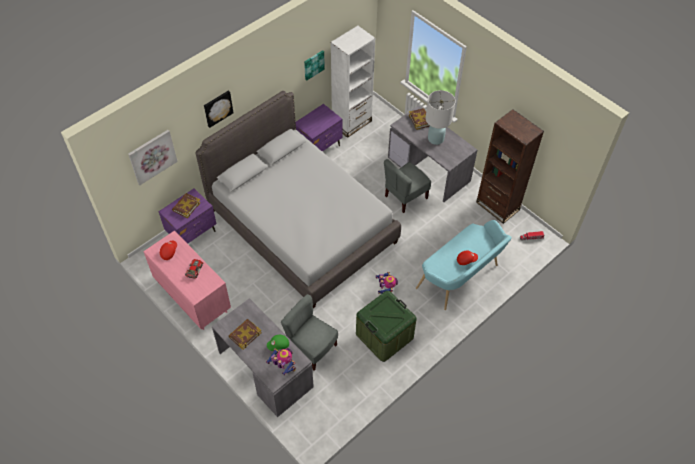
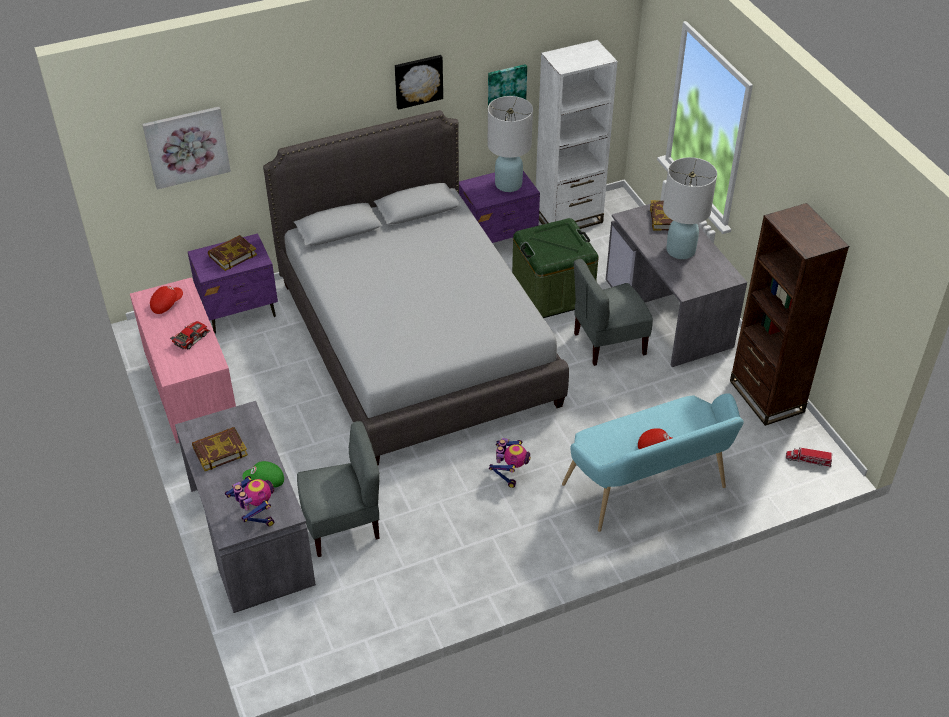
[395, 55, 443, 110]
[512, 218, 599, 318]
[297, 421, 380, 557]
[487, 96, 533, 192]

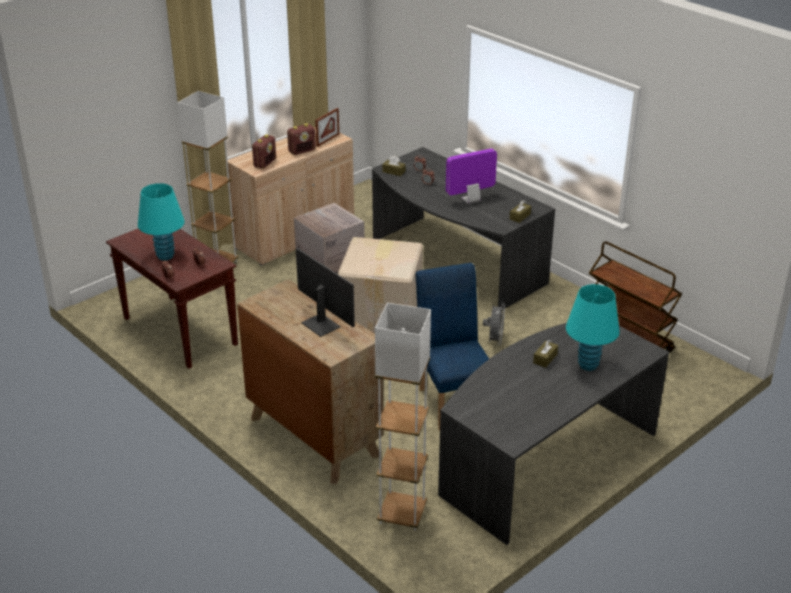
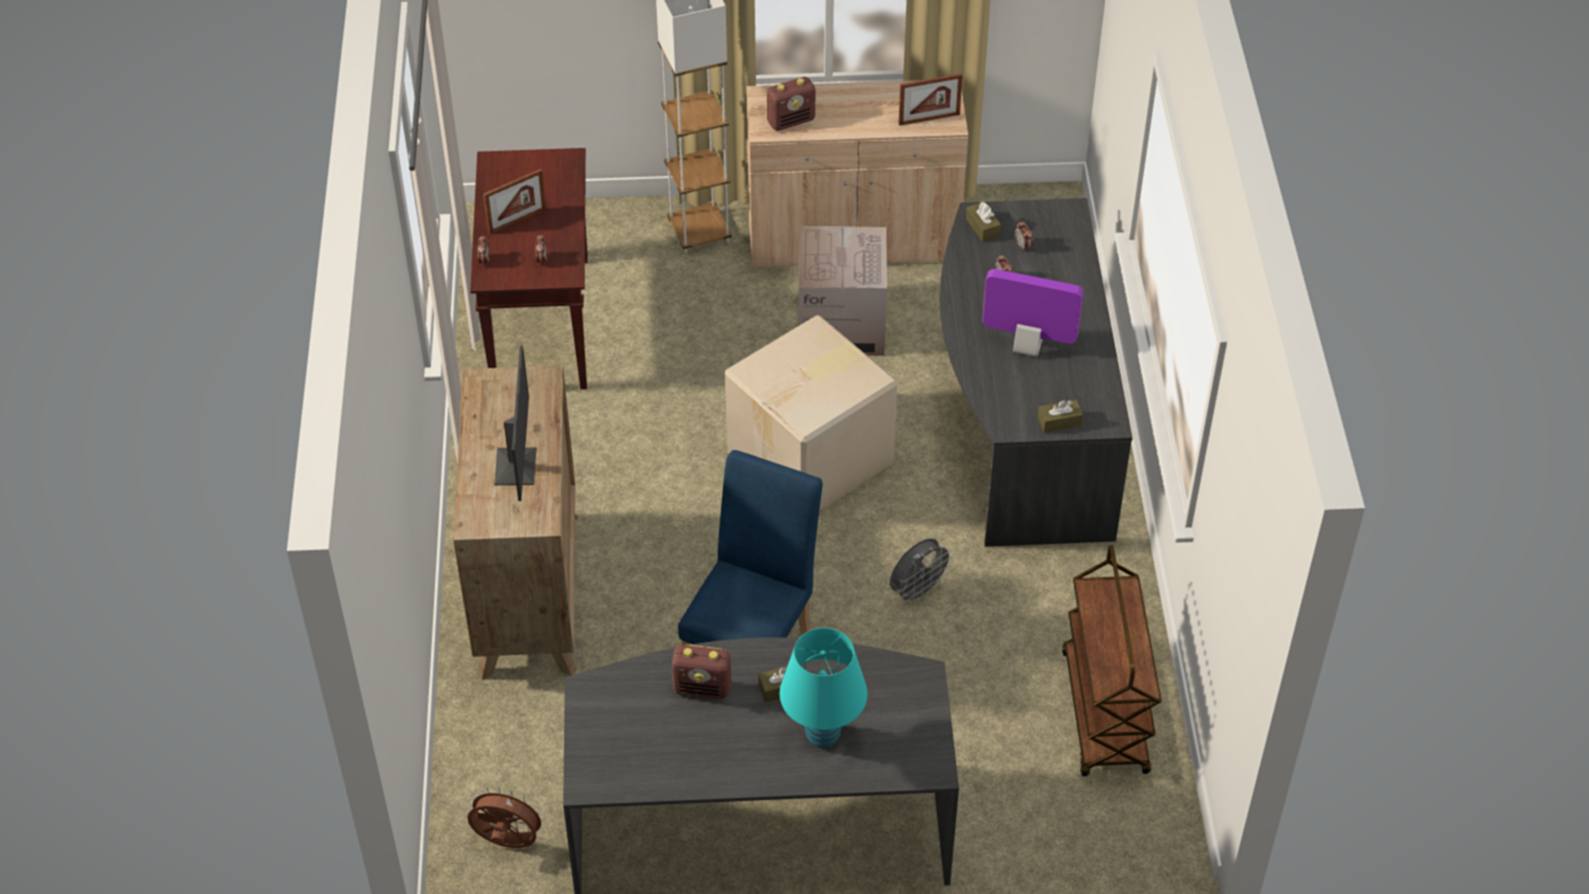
[672, 644, 731, 699]
[483, 169, 546, 234]
[375, 303, 431, 531] (first image)
[467, 787, 547, 848]

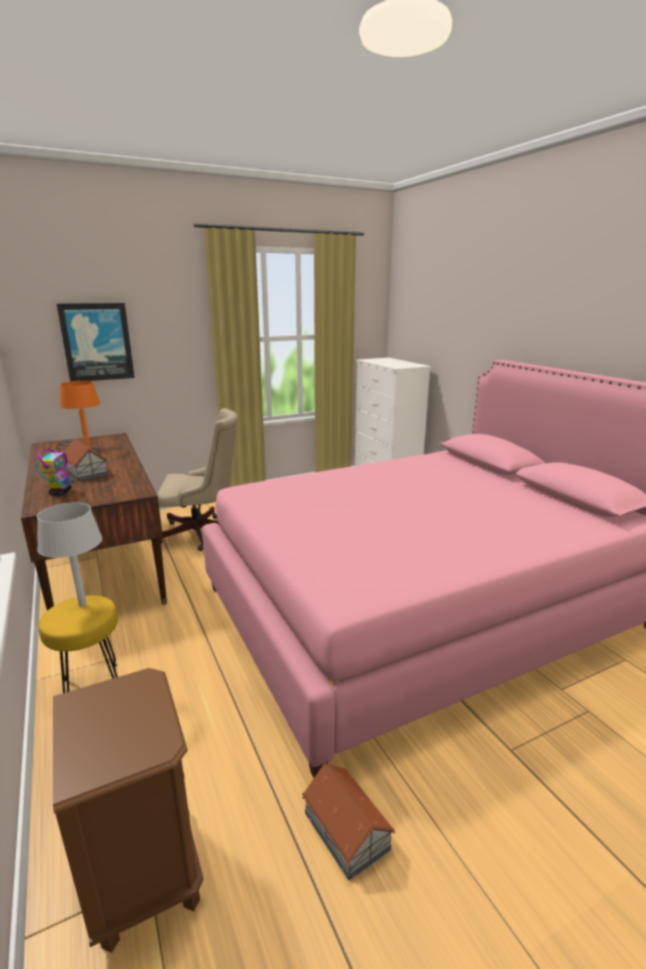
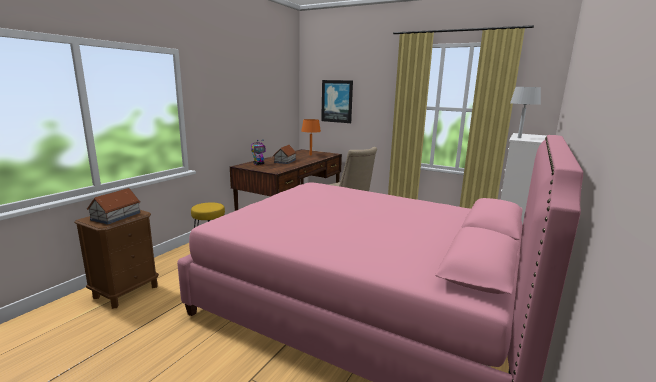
[510, 87, 541, 138]
[87, 188, 141, 225]

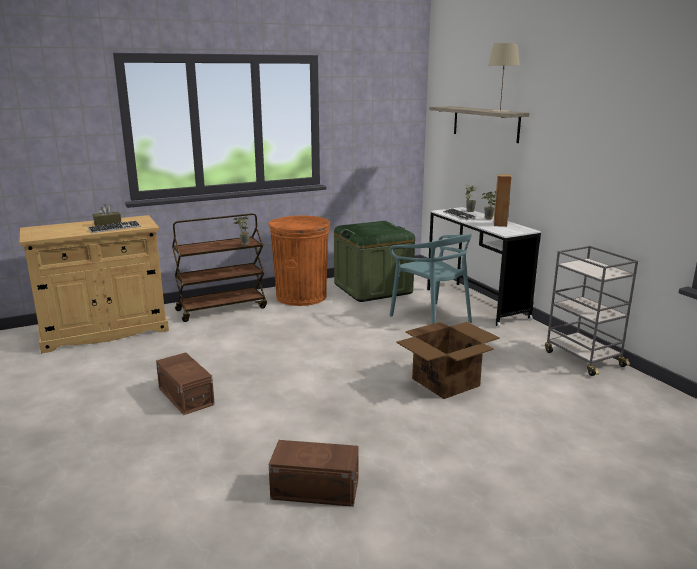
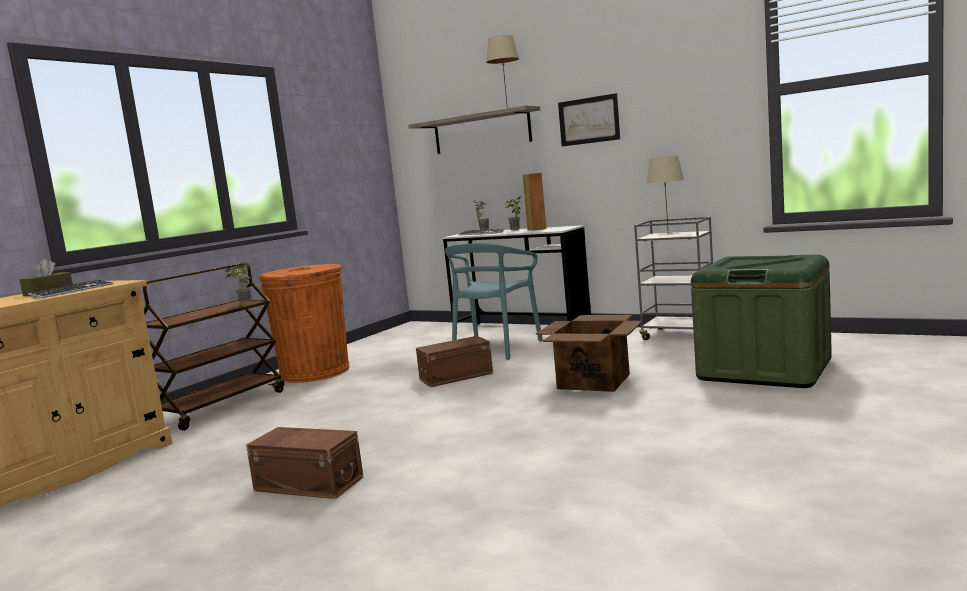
[691, 254, 832, 388]
[445, 243, 543, 360]
[416, 336, 493, 387]
[558, 93, 620, 147]
[646, 155, 684, 235]

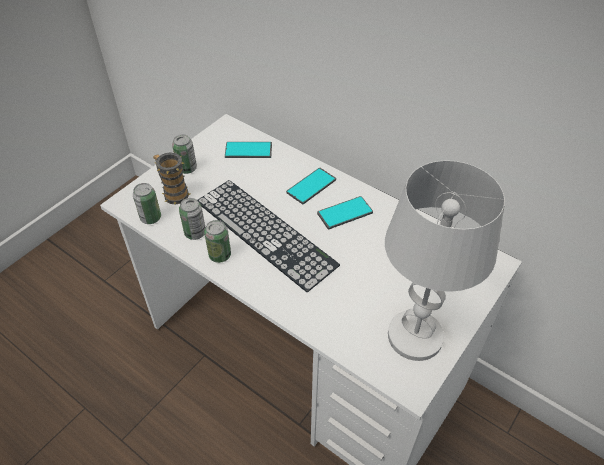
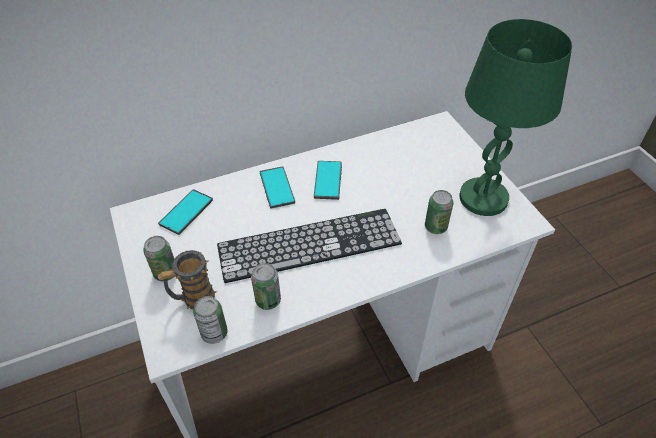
[459, 19, 572, 216]
[425, 190, 454, 234]

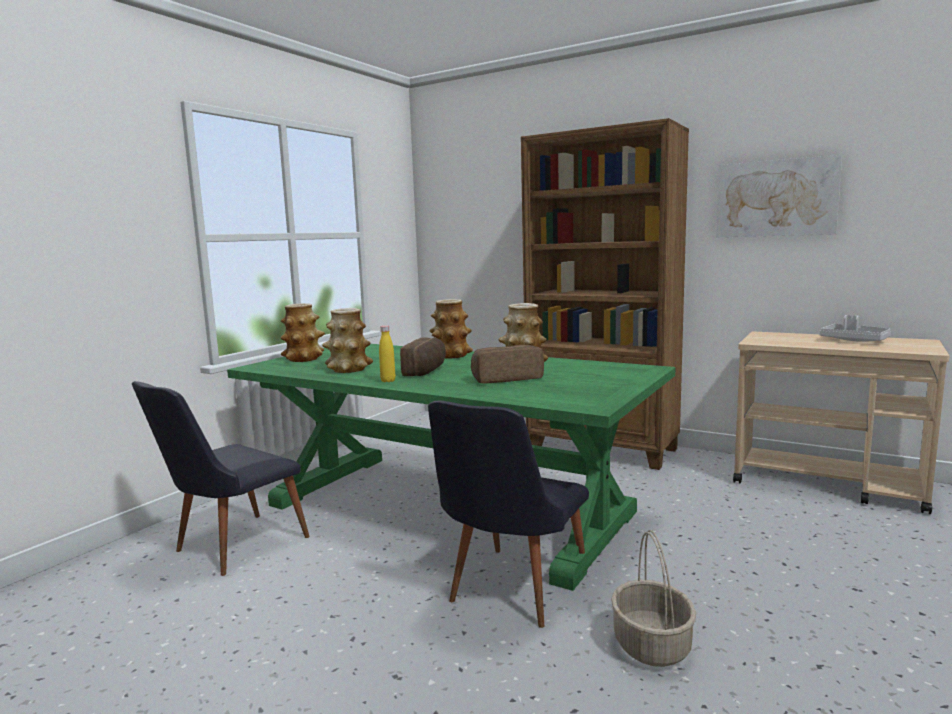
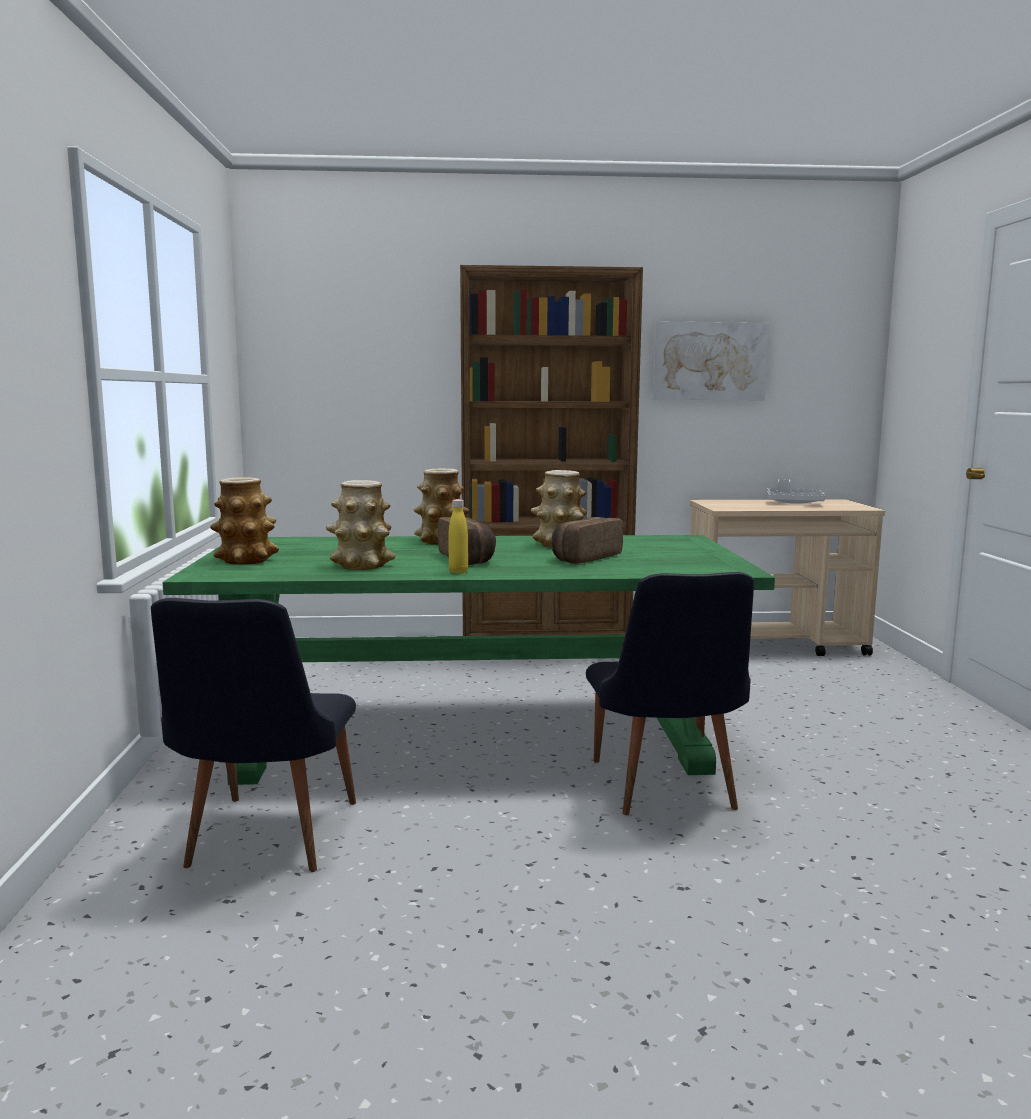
[611, 530, 696, 667] (first image)

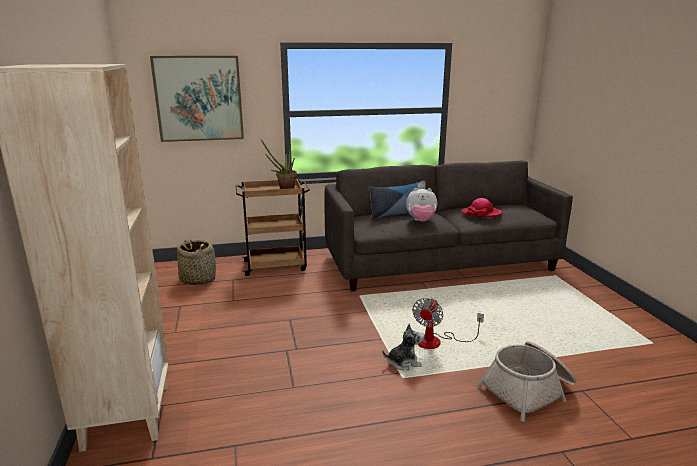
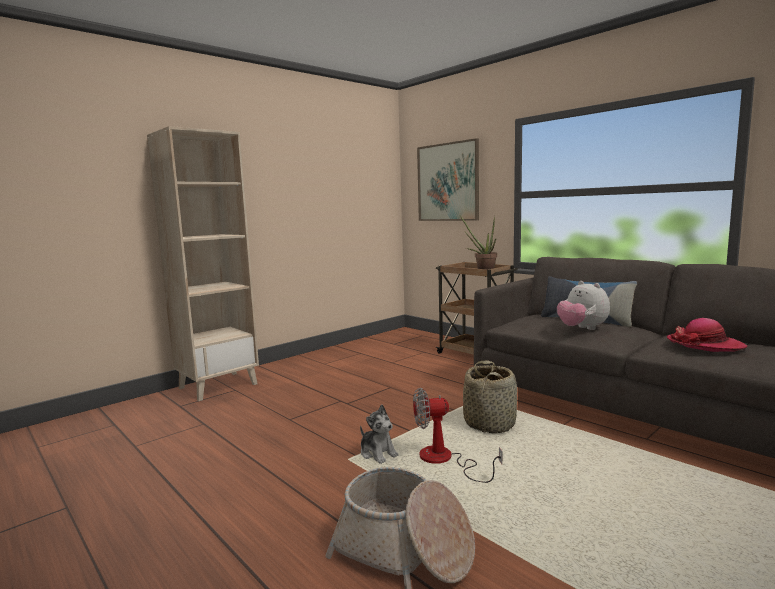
[463, 360, 517, 433]

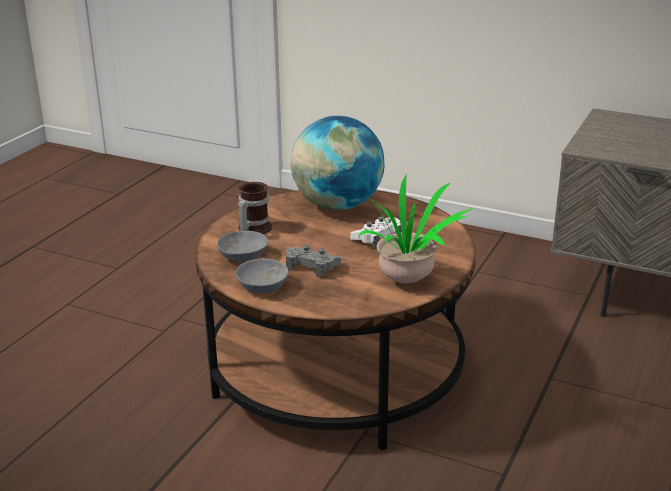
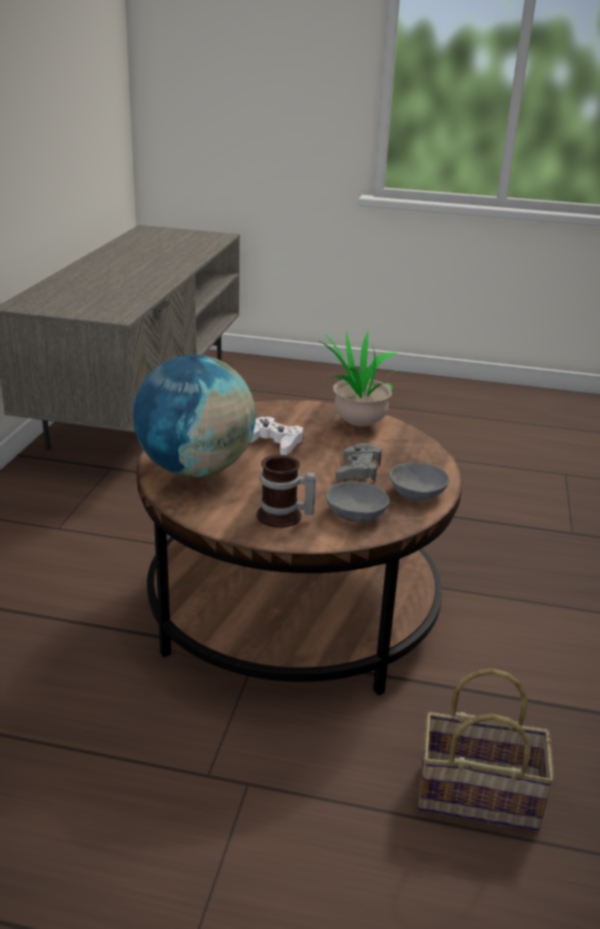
[418, 668, 555, 831]

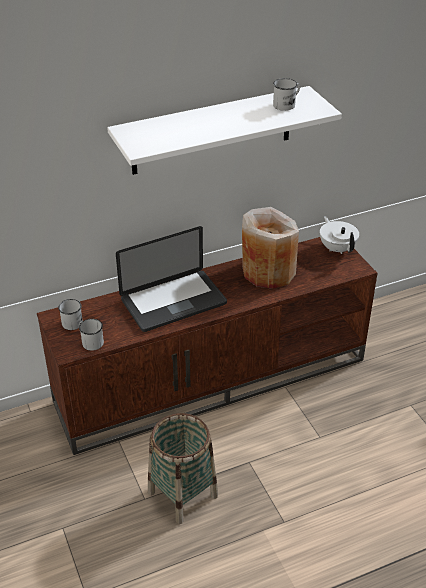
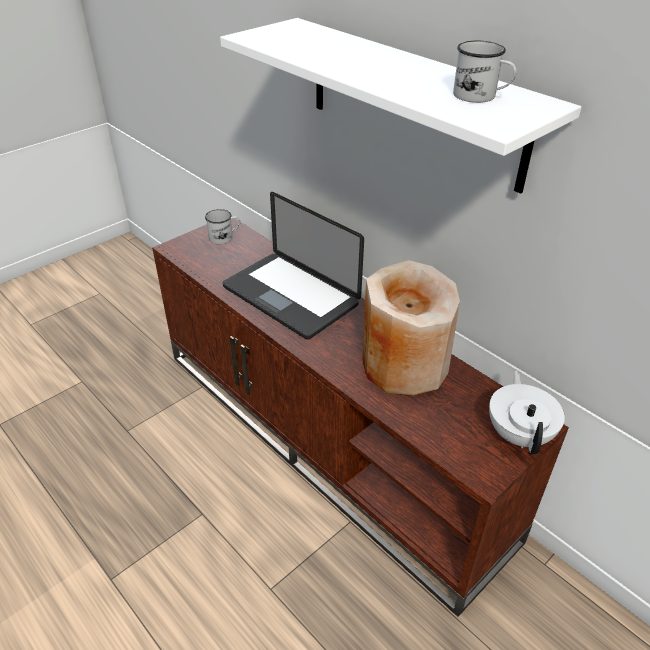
[489, 370, 565, 455]
[79, 319, 104, 351] (first image)
[148, 413, 218, 524] (first image)

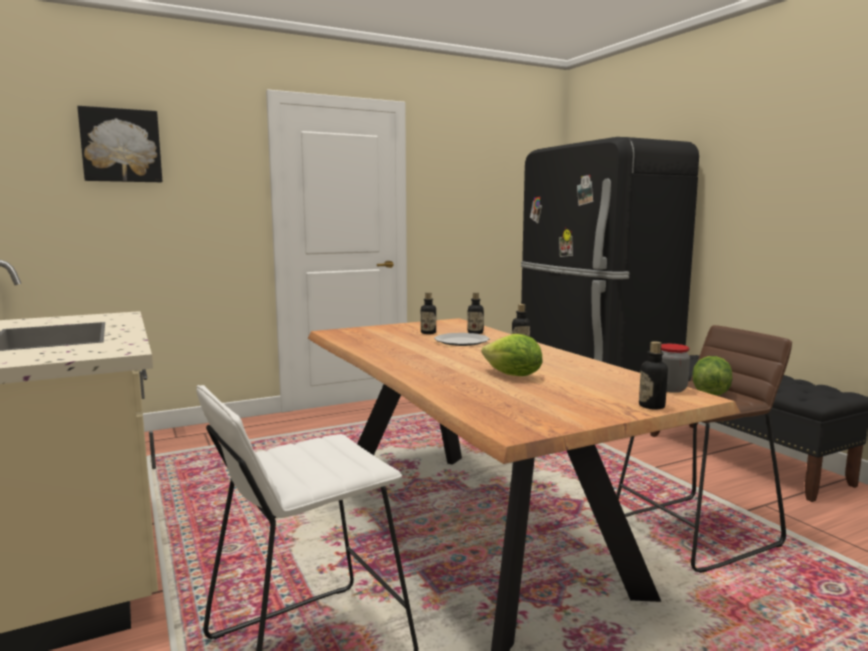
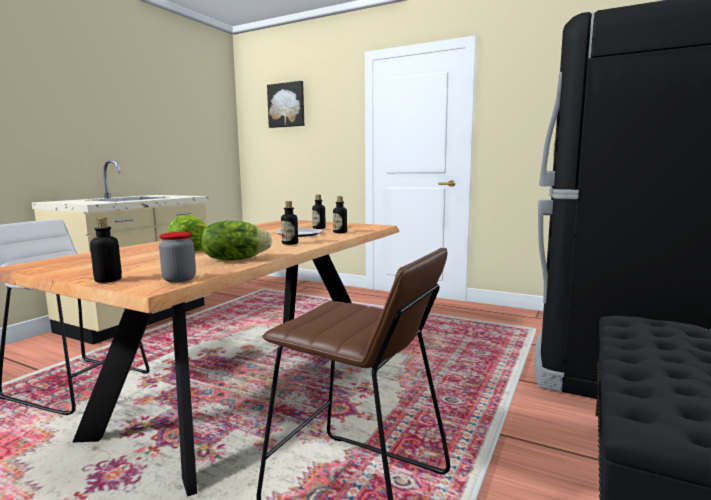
[201, 221, 272, 260]

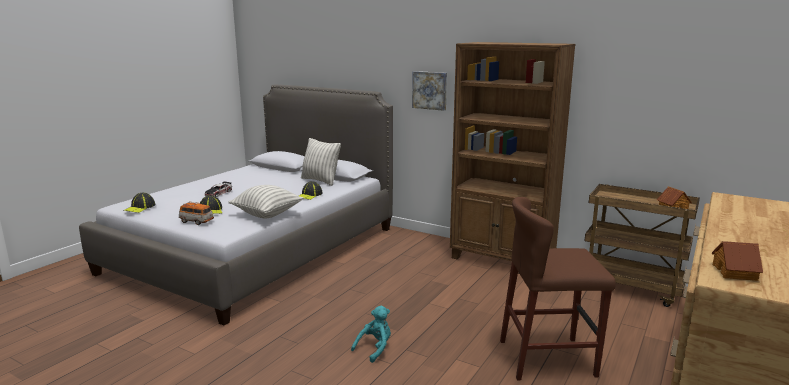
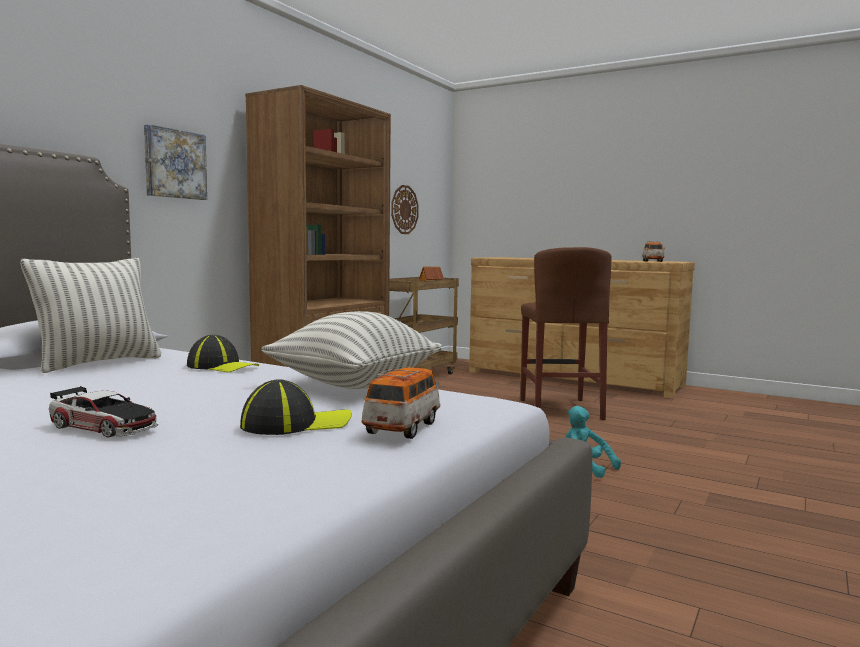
[123, 193, 155, 213] (first image)
[642, 241, 665, 262]
[391, 185, 419, 234]

